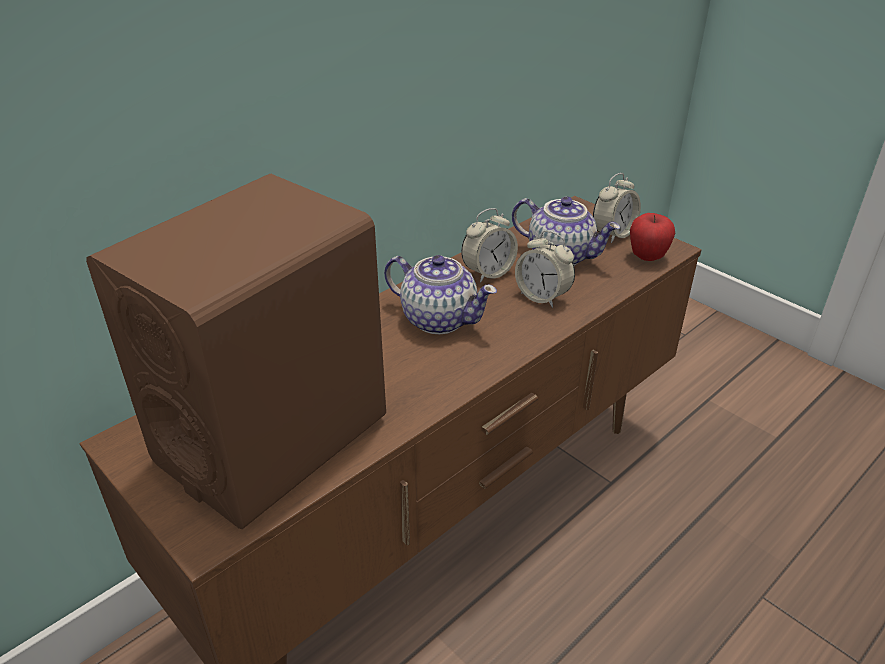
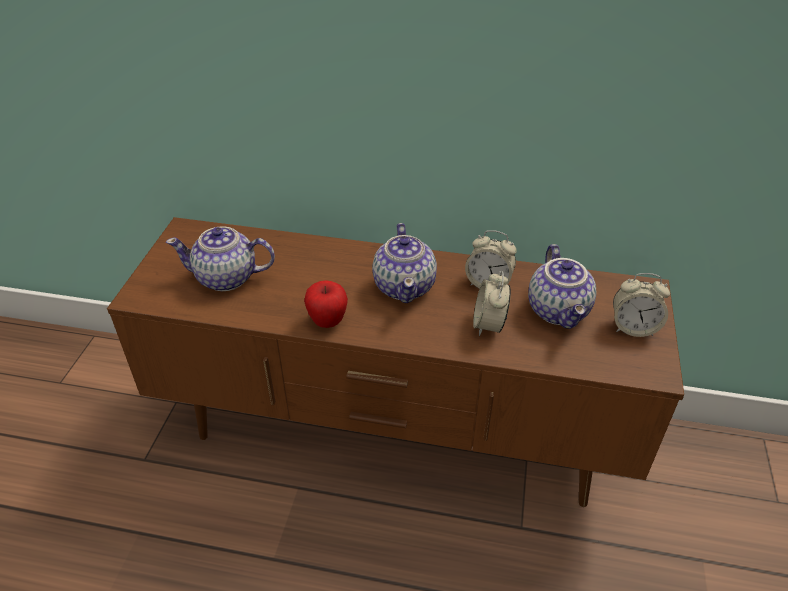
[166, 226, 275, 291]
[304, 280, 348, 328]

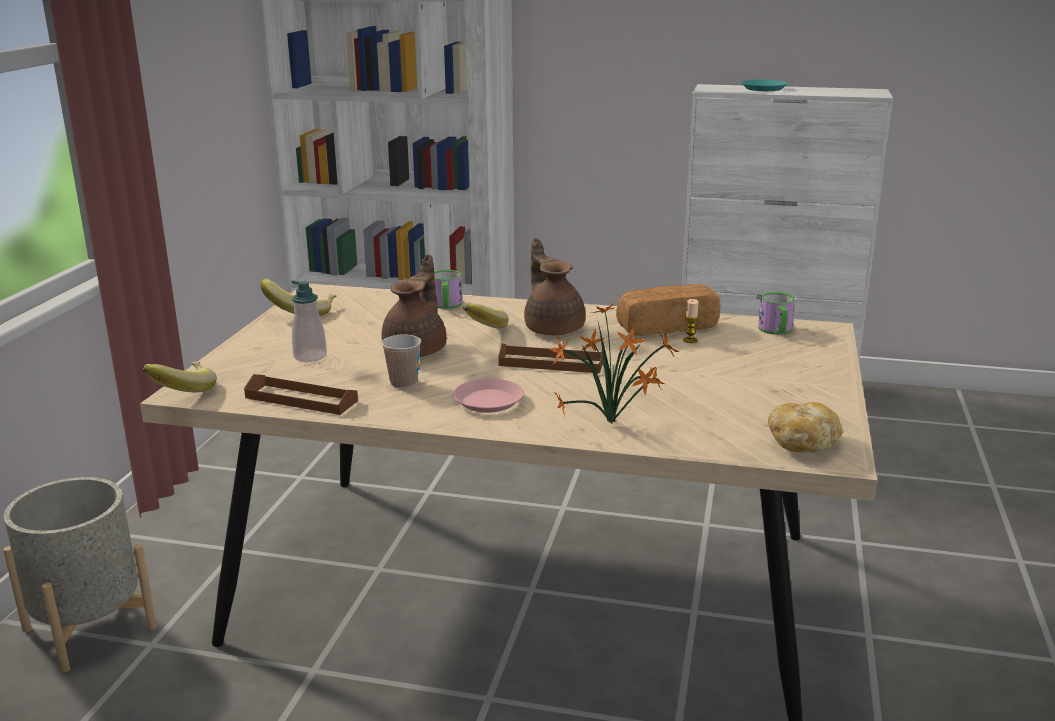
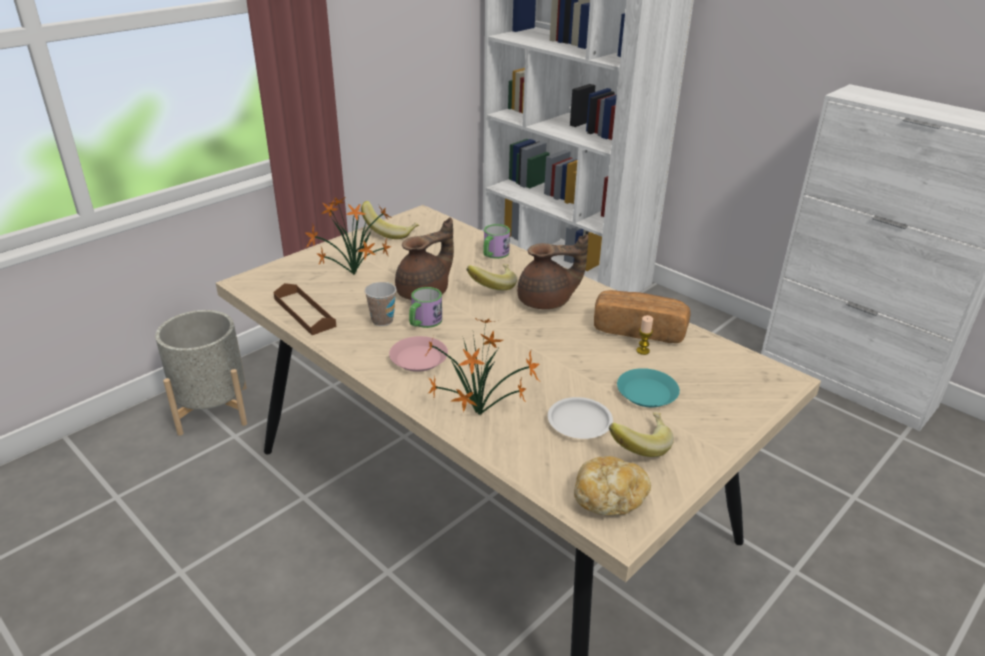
[617, 368, 680, 407]
[517, 234, 588, 309]
[305, 196, 392, 275]
[409, 287, 442, 328]
[498, 343, 604, 373] (first image)
[609, 412, 674, 457]
[548, 397, 613, 439]

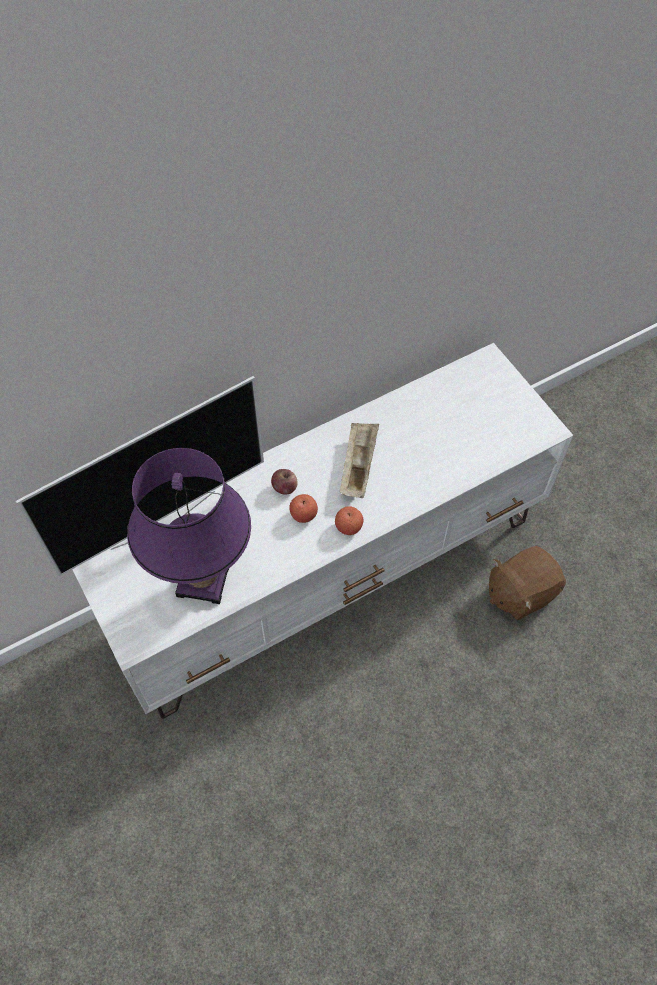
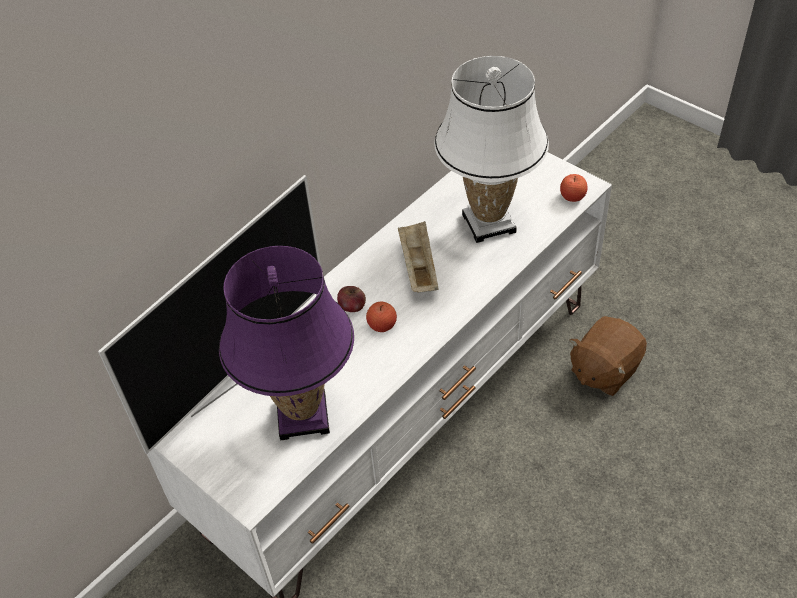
[560, 174, 588, 202]
[434, 56, 549, 243]

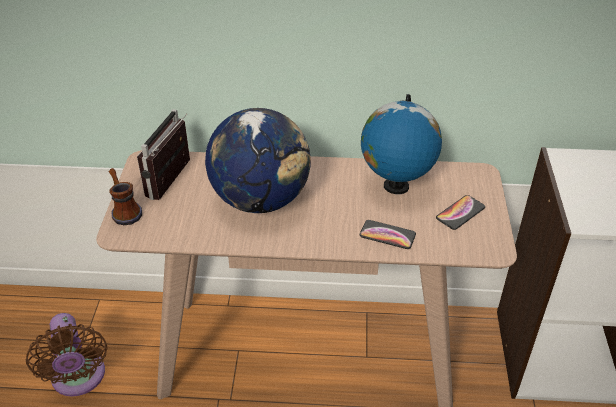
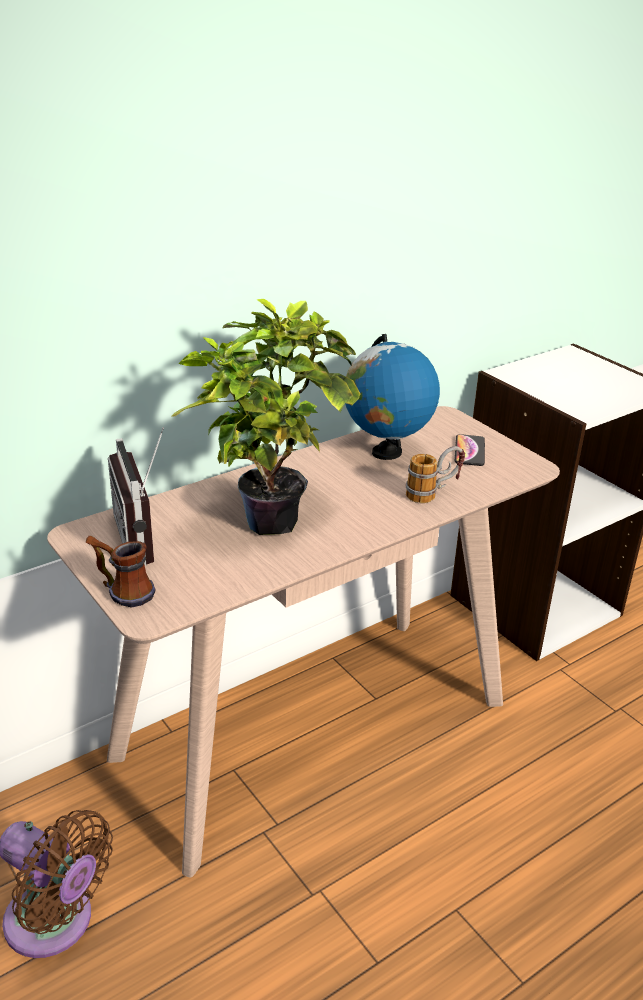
[171, 299, 361, 535]
[406, 446, 465, 503]

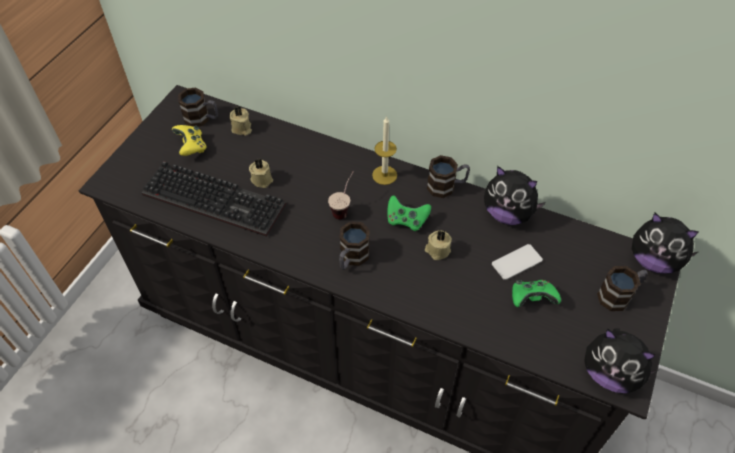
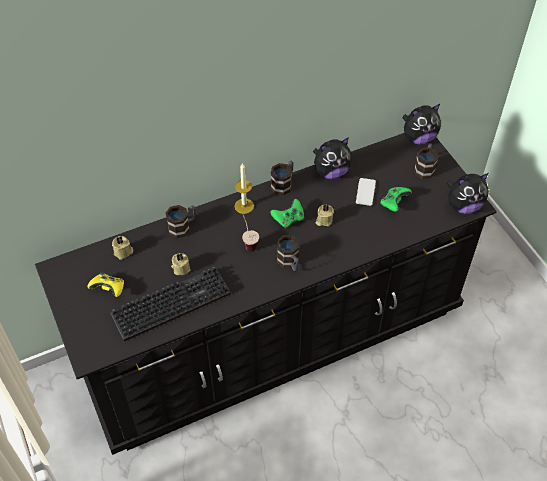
[165, 205, 196, 238]

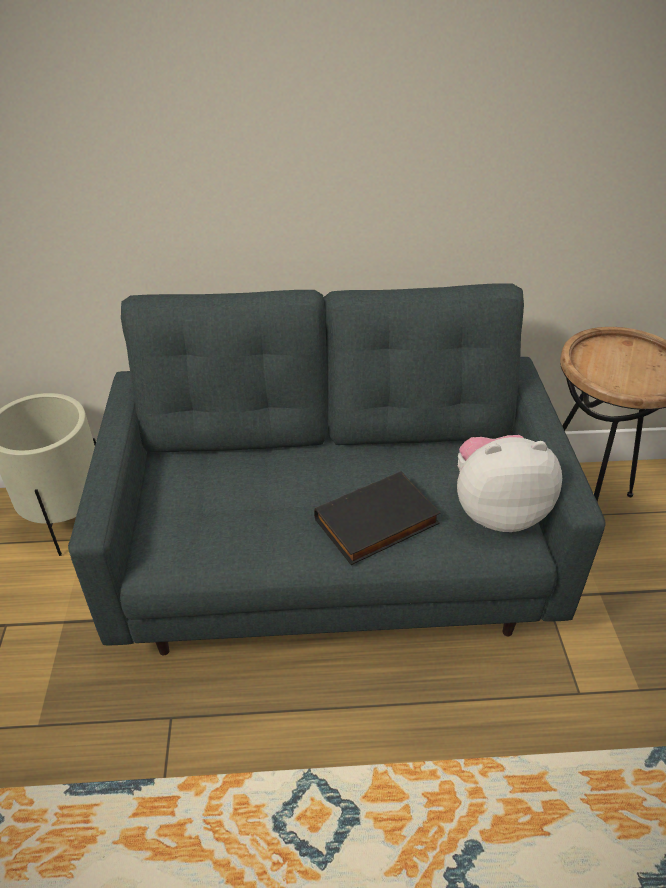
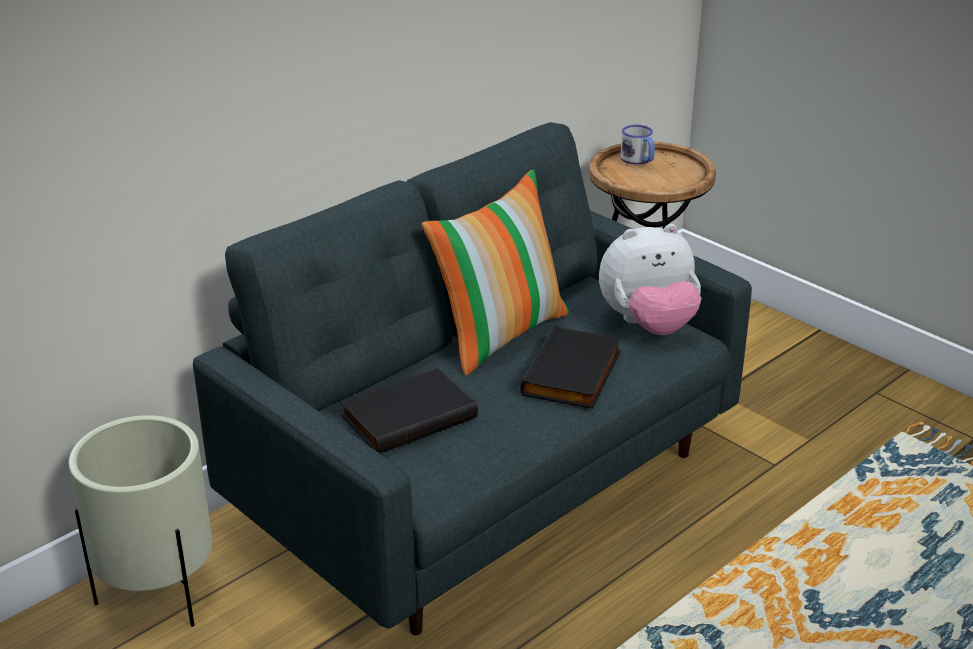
[599, 224, 701, 335]
[620, 125, 655, 164]
[421, 169, 569, 376]
[340, 368, 478, 453]

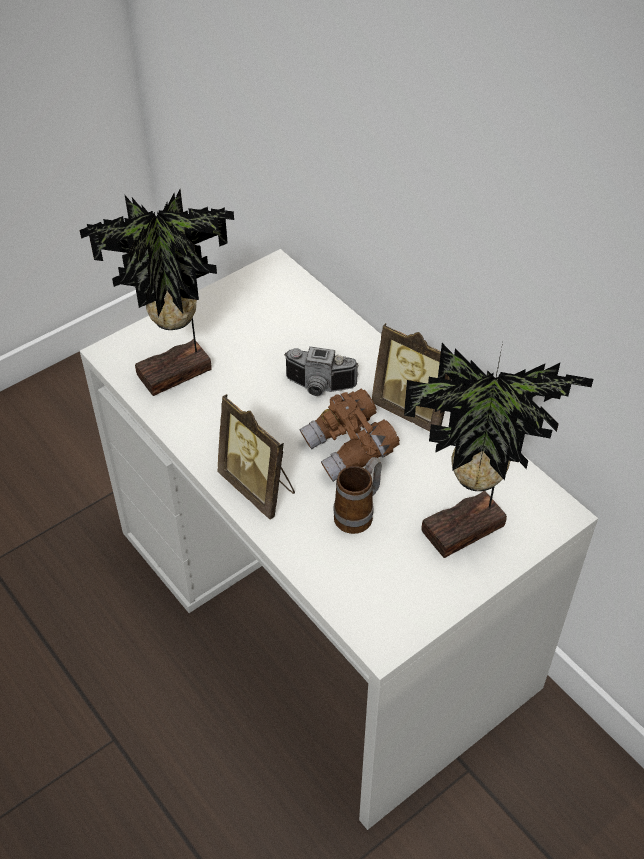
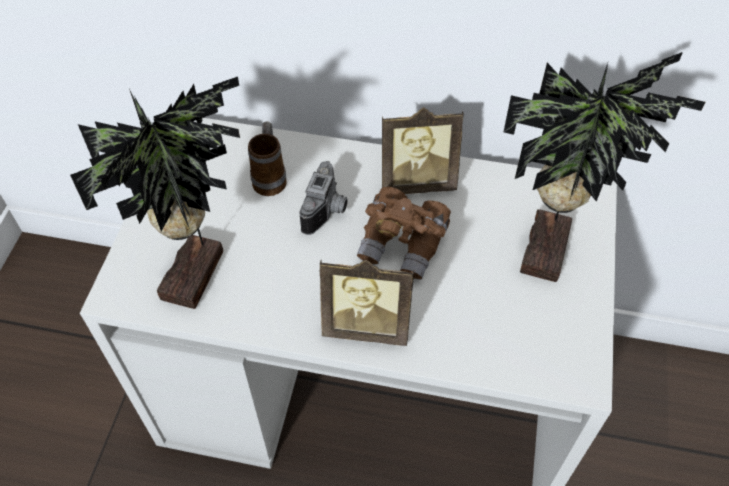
[299, 161, 347, 235]
[248, 121, 287, 196]

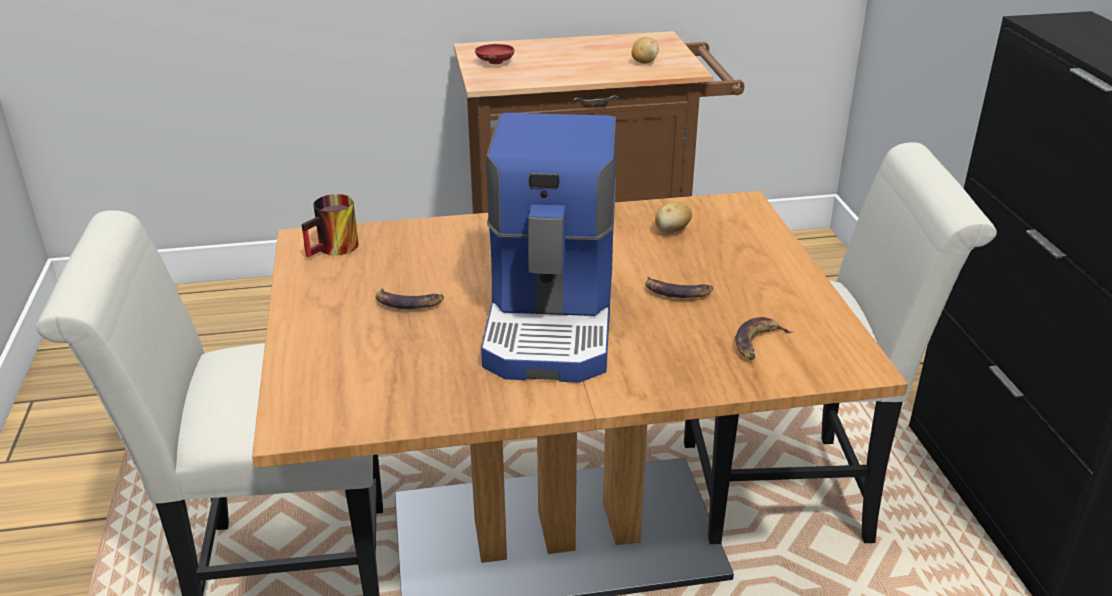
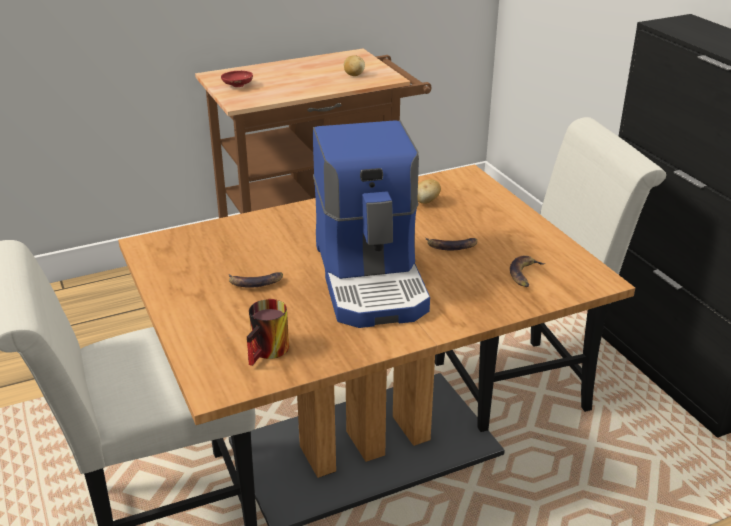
[247, 299, 289, 366]

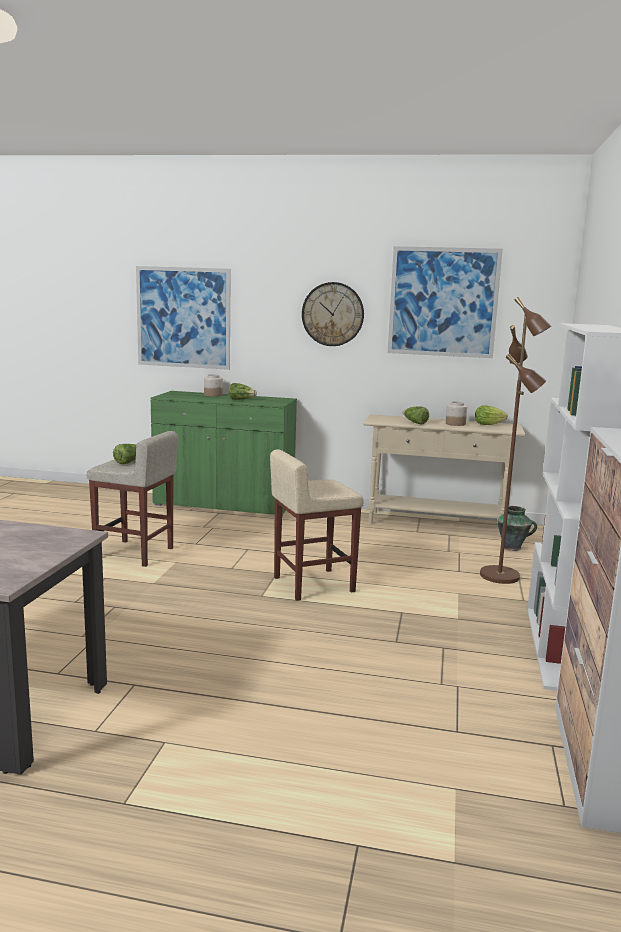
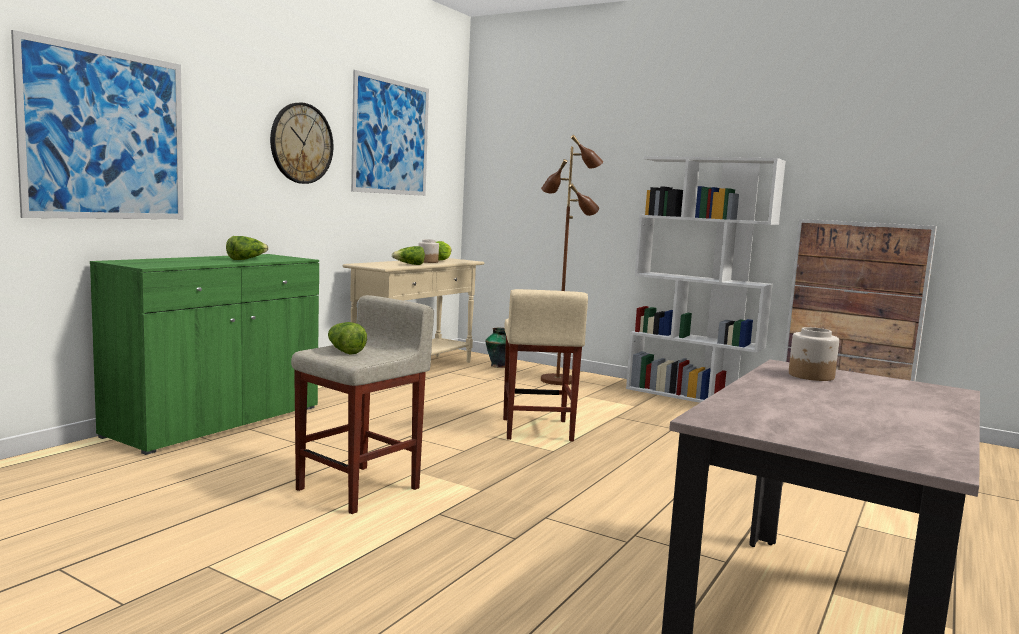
[789, 327, 839, 381]

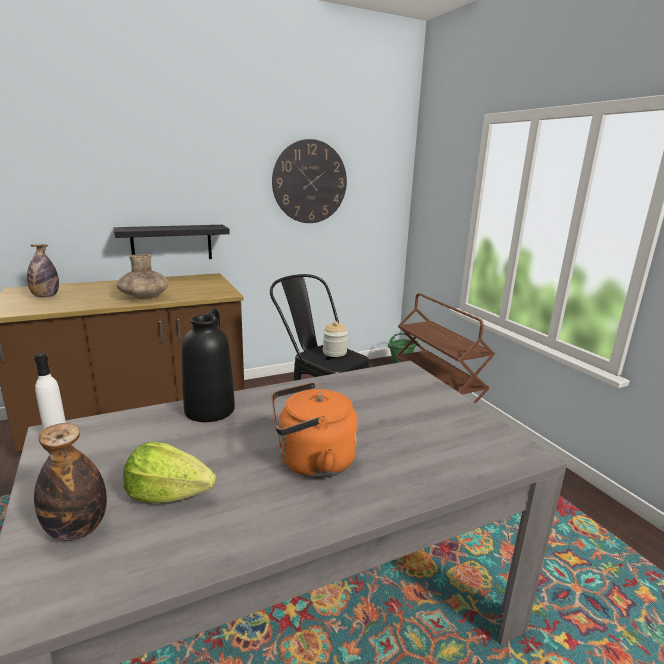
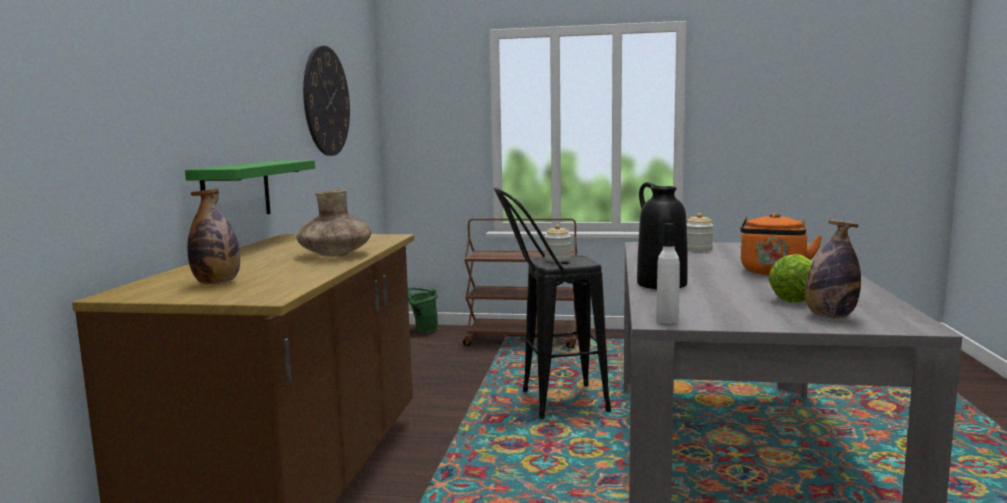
[185, 160, 315, 214]
[687, 213, 714, 251]

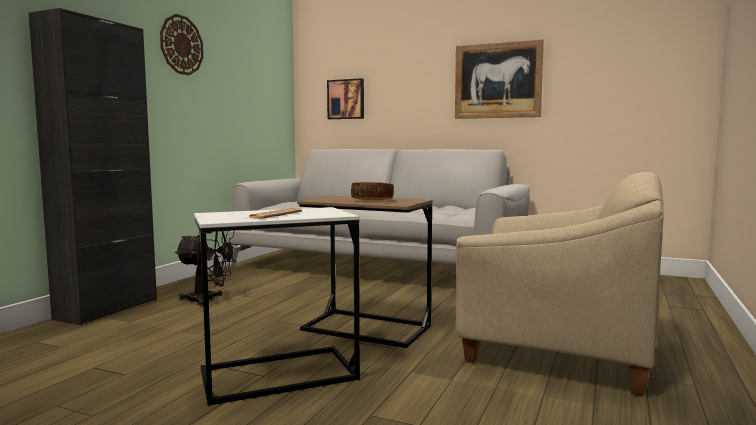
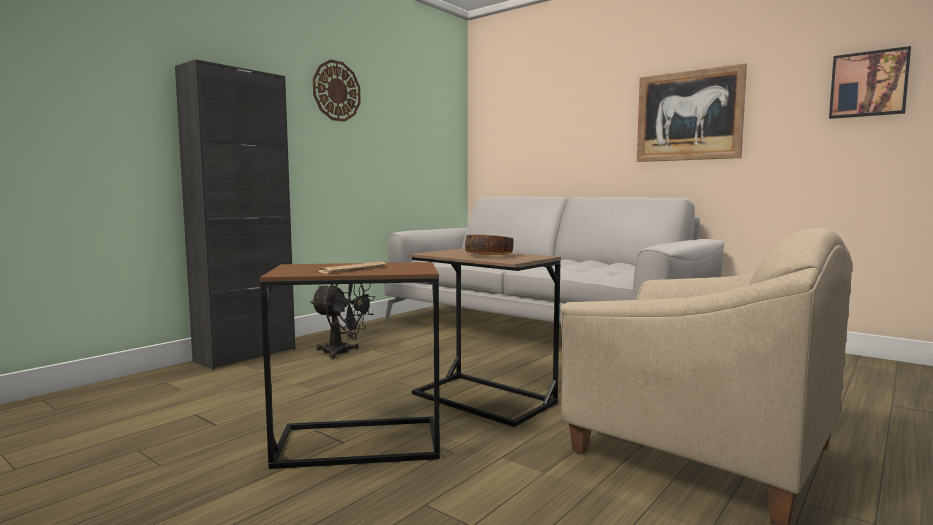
[829, 46, 911, 119]
[260, 262, 440, 469]

